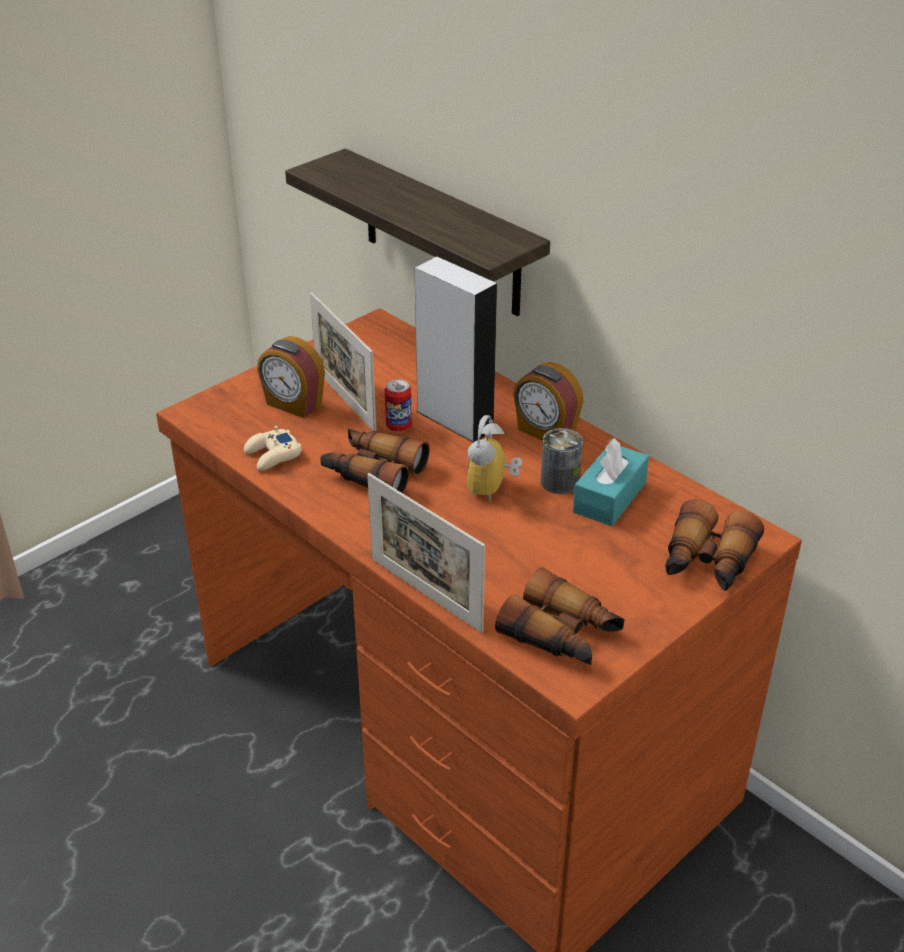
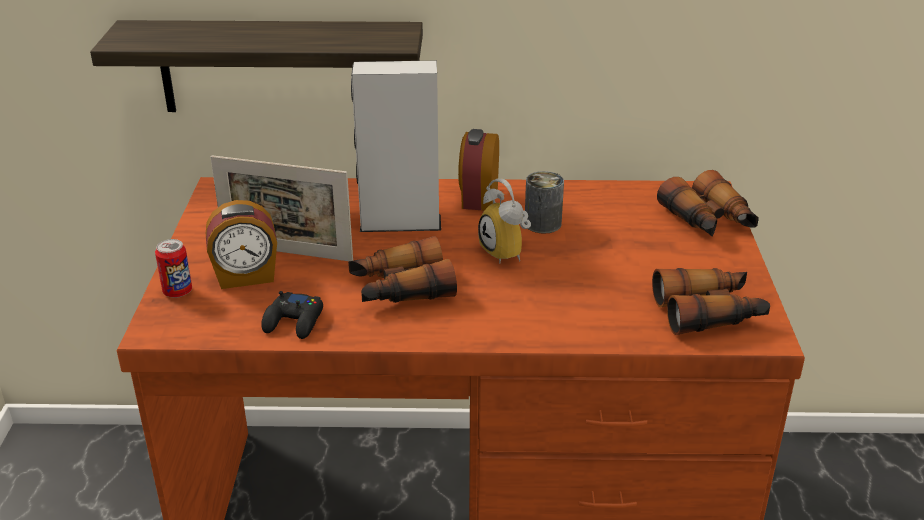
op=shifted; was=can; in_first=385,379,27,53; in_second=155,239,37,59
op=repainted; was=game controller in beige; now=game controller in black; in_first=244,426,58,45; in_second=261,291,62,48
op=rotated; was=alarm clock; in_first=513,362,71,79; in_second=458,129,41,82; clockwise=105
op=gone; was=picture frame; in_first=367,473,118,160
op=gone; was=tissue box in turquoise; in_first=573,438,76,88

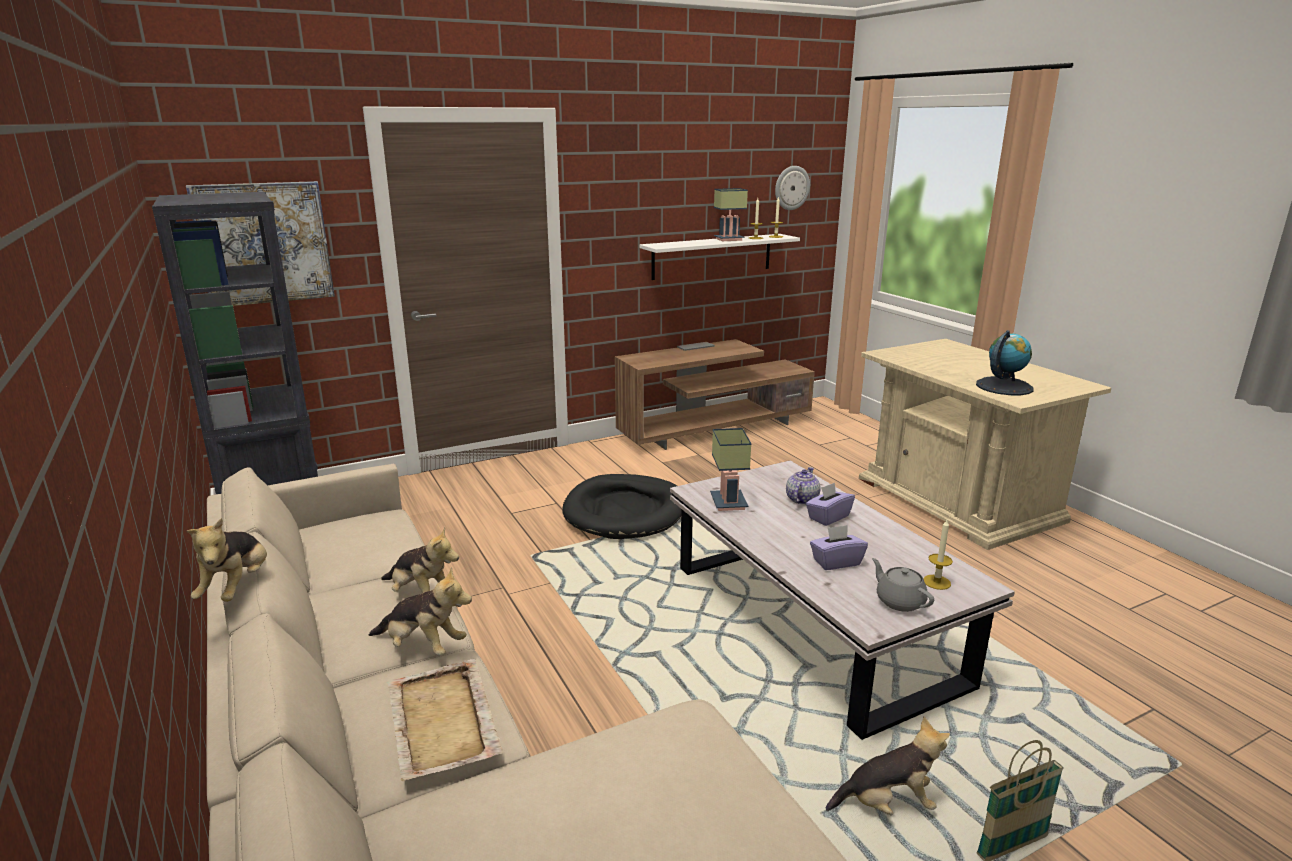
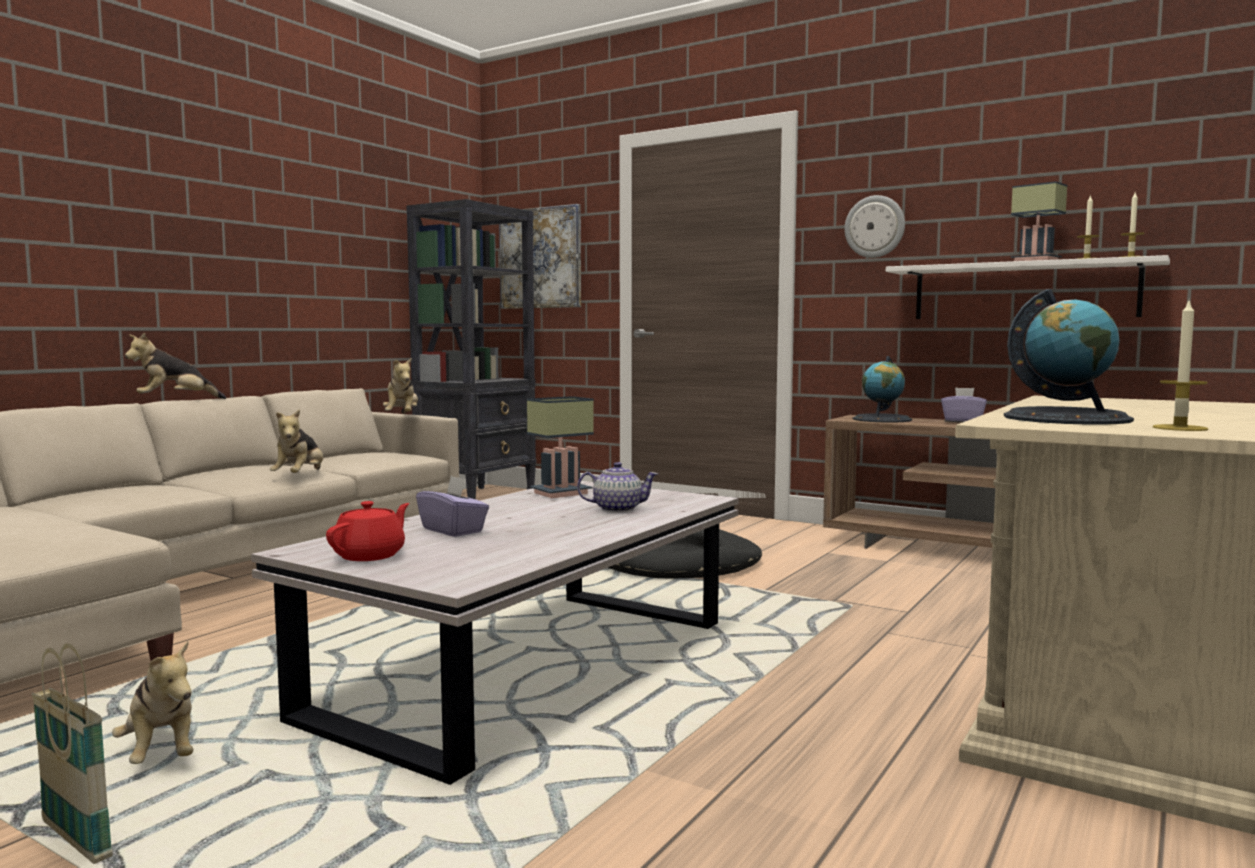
op=repainted; was=teapot in grey; now=teapot in red; in_first=872,558,62,54; in_second=326,501,84,60
op=shifted; was=plush toy; in_first=369,567,103,88; in_second=383,358,35,56
op=shifted; was=wall clock; in_first=775,166,35,44; in_second=844,195,61,63
op=new; now=globe; in_second=853,356,59,66
op=shifted; was=tissue box in purple; in_first=806,482,49,44; in_second=941,387,46,34
op=shifted; was=candle; in_first=923,520,30,70; in_second=1153,298,55,133
op=gone; was=tray in beige; in_first=386,659,117,122

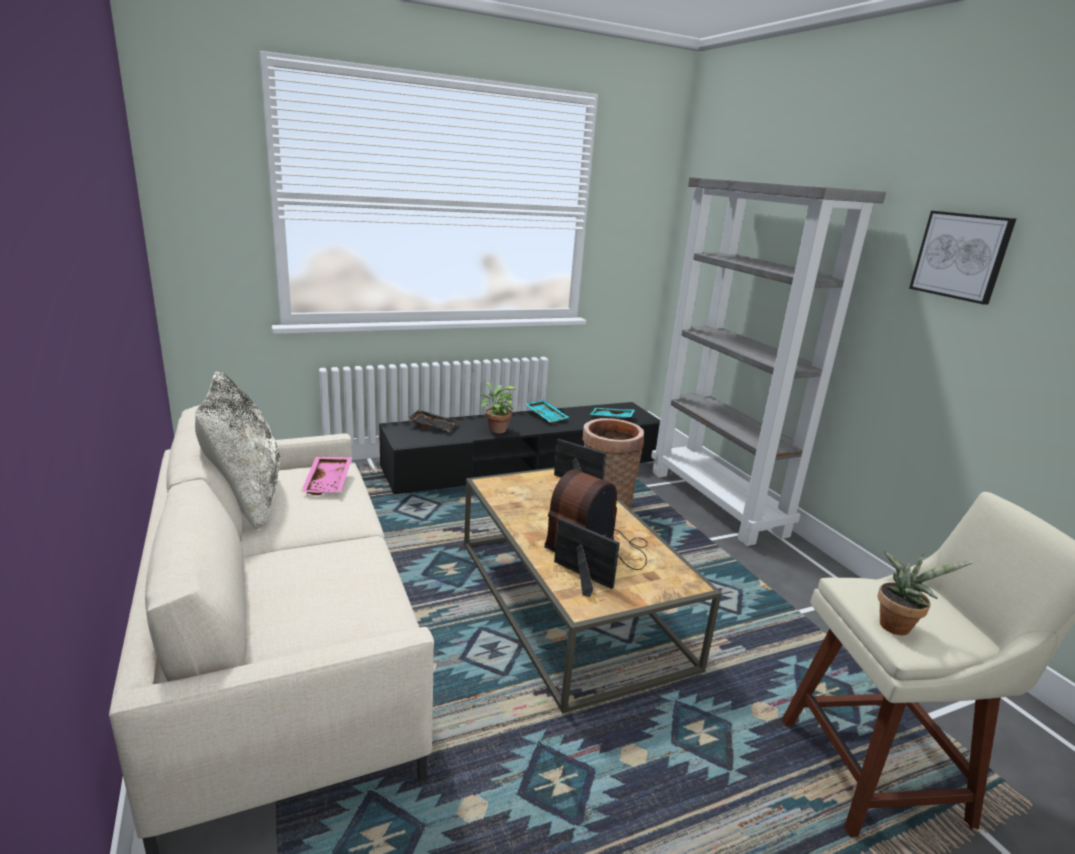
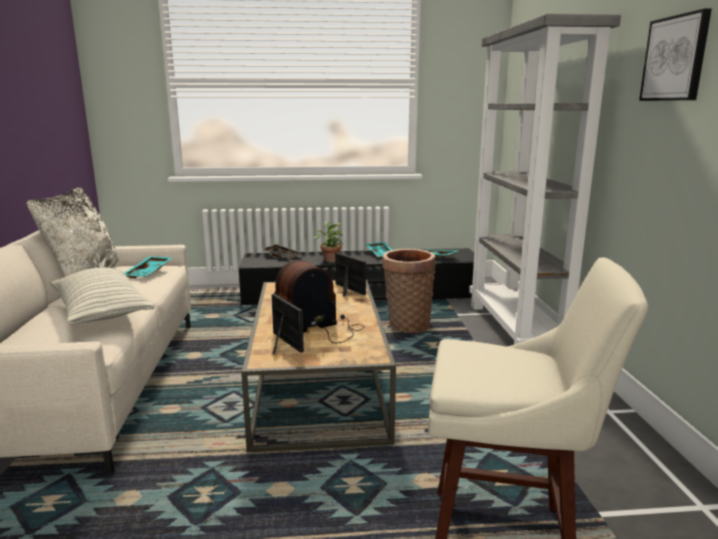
op=new; now=pillow; in_second=50,267,105,57
op=repainted; was=tray in pink; now=tray in turquoise; in_first=301,457,51,38; in_second=125,256,48,23
op=gone; was=potted plant; in_first=878,551,96,84

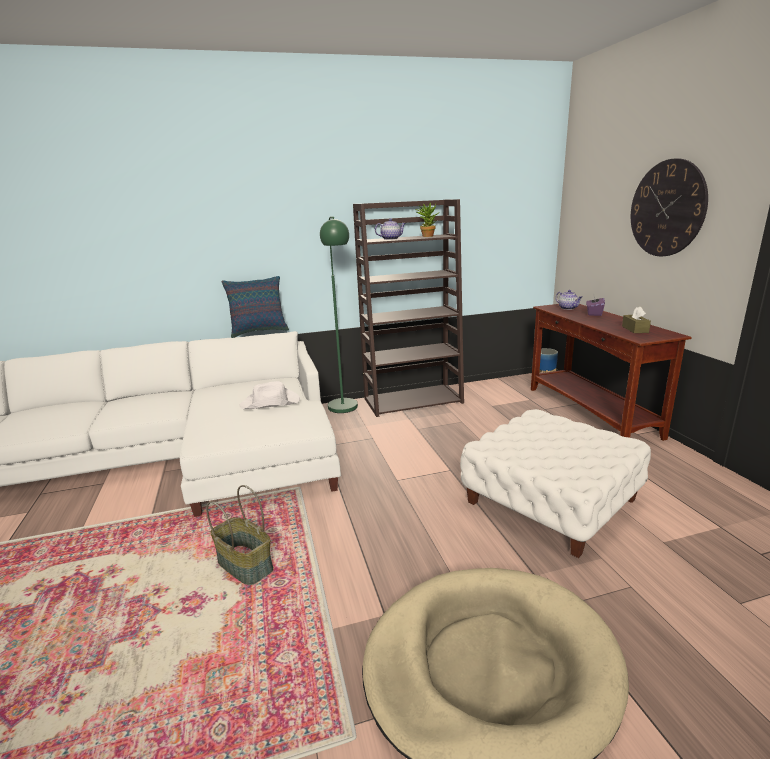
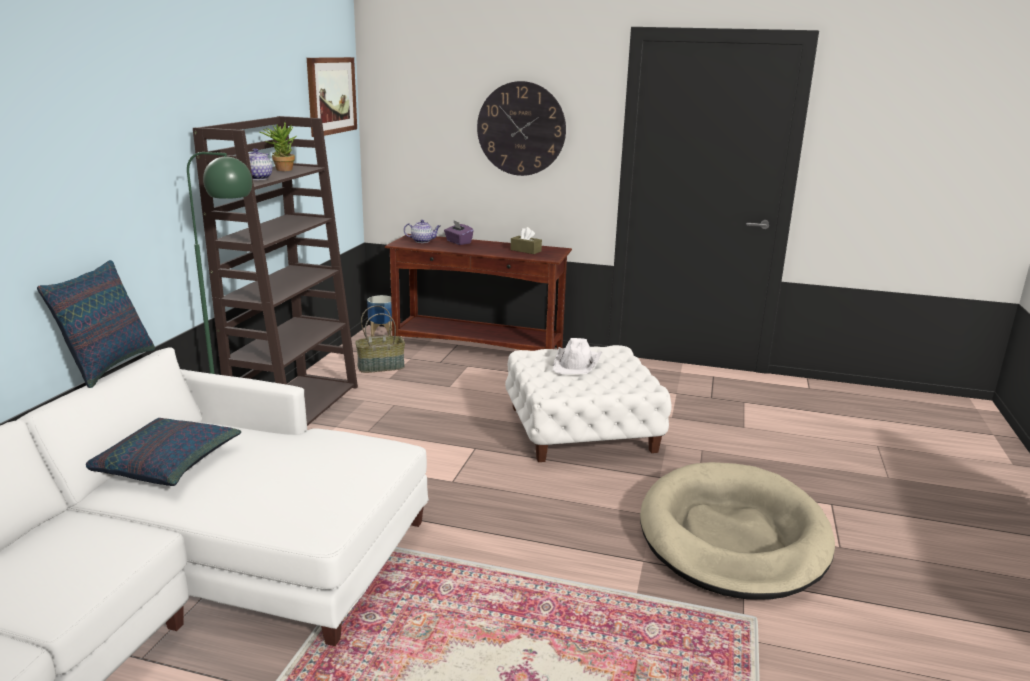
op=new; now=pillow in blue; in_second=86,418,155,68
op=new; now=picture; in_second=307,57,50,80
op=shifted; was=basket; in_first=206,485,67,100; in_second=355,305,50,68
op=shifted; was=hat in white; in_first=239,381,61,28; in_second=553,338,49,36

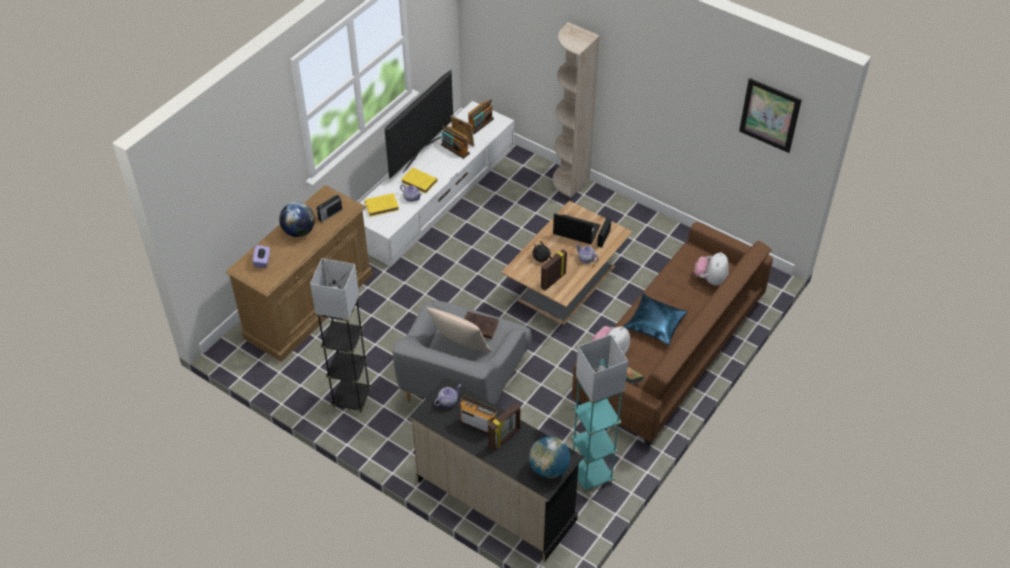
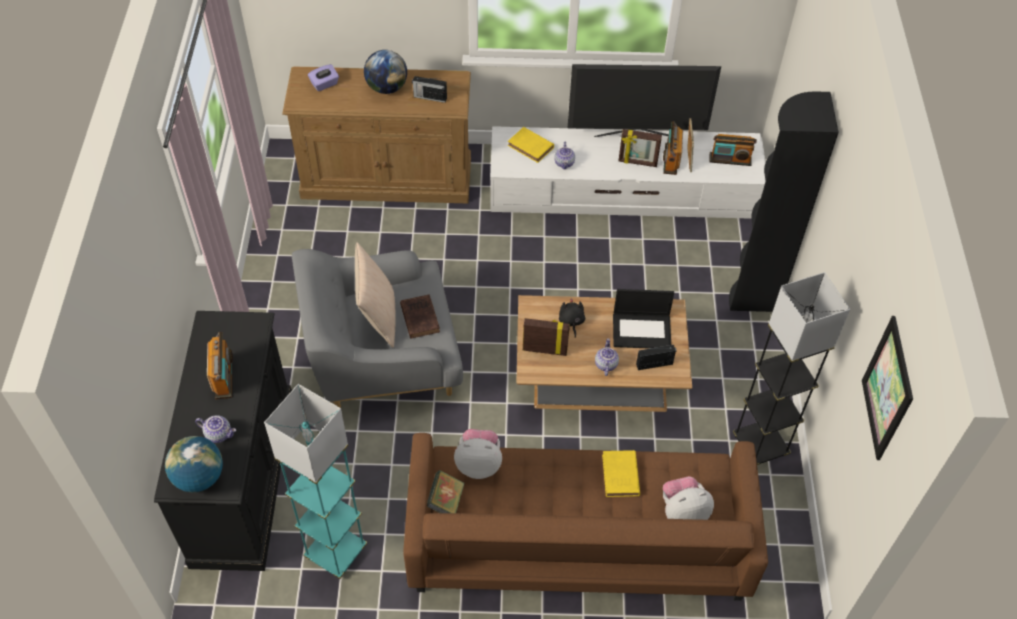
op=shifted; was=teapot; in_first=434,385,27,22; in_second=195,415,41,28
op=shifted; was=book in yellow; in_first=401,168,37,26; in_second=602,450,38,47
op=rotated; was=laptop; in_first=553,213,47,31; in_second=613,289,61,60; clockwise=105
op=shifted; was=picture frame; in_first=488,403,32,48; in_second=618,129,44,38
op=repainted; was=bookcase in beige; now=bookcase in black; in_first=553,22,47,176; in_second=729,92,110,220
op=shifted; was=floor lamp in grey; in_first=310,258,61,155; in_second=733,272,117,193
op=gone; was=pillow in blue; in_first=623,293,65,52

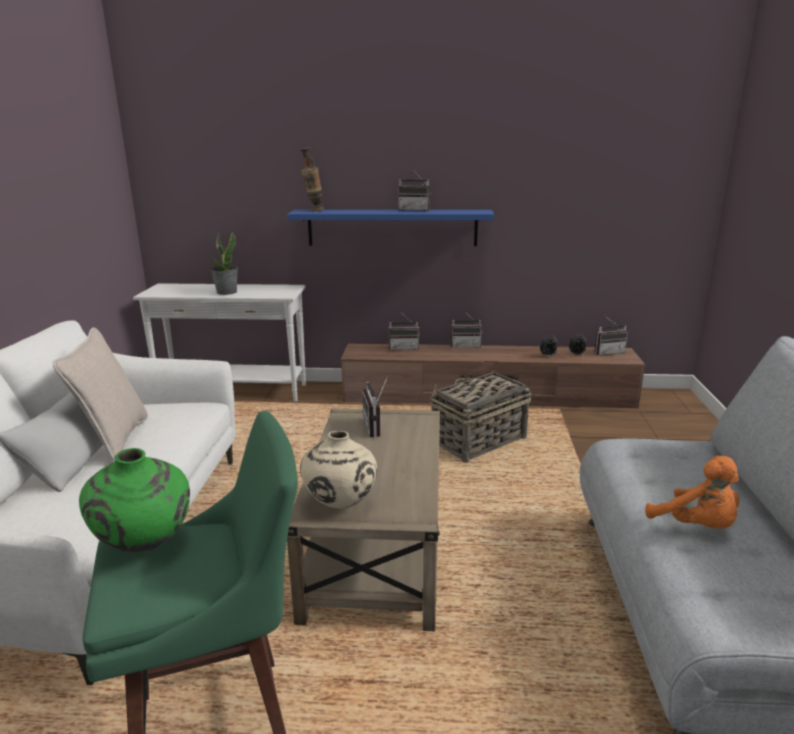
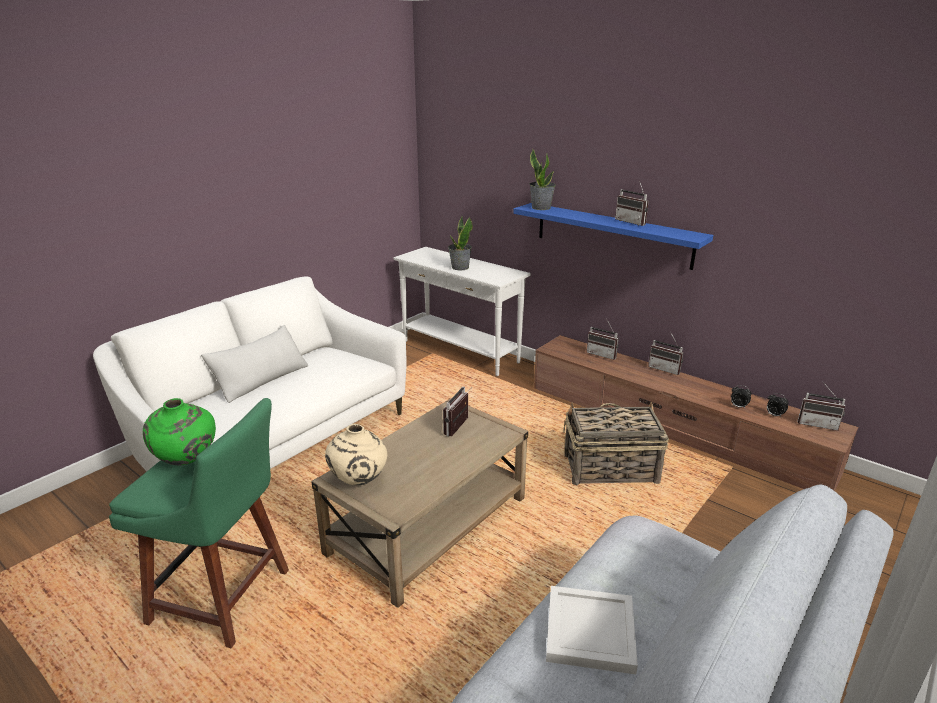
op=swapped; was=vase; now=potted plant; in_first=299,147,25,64; in_second=529,149,27,61
op=swapped; was=plush toy in orange; now=tray in white; in_first=645,456,94,72; in_second=546,586,92,88
op=gone; was=pillow in beige; in_first=53,327,95,135

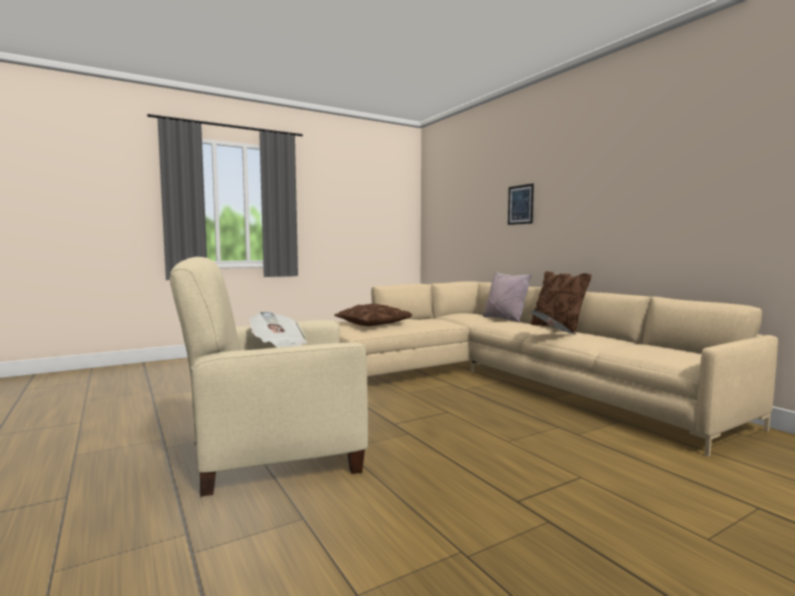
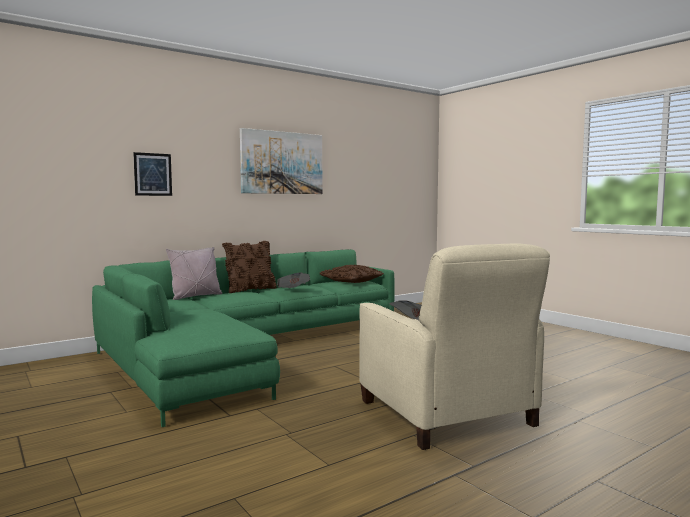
op=repainted; was=sofa in beige; now=sofa in green; in_first=337,281,441,176; in_second=92,249,303,178
op=new; now=picture; in_second=240,128,82,66
op=shifted; was=pillow in brown; in_first=334,304,78,22; in_second=320,264,64,19

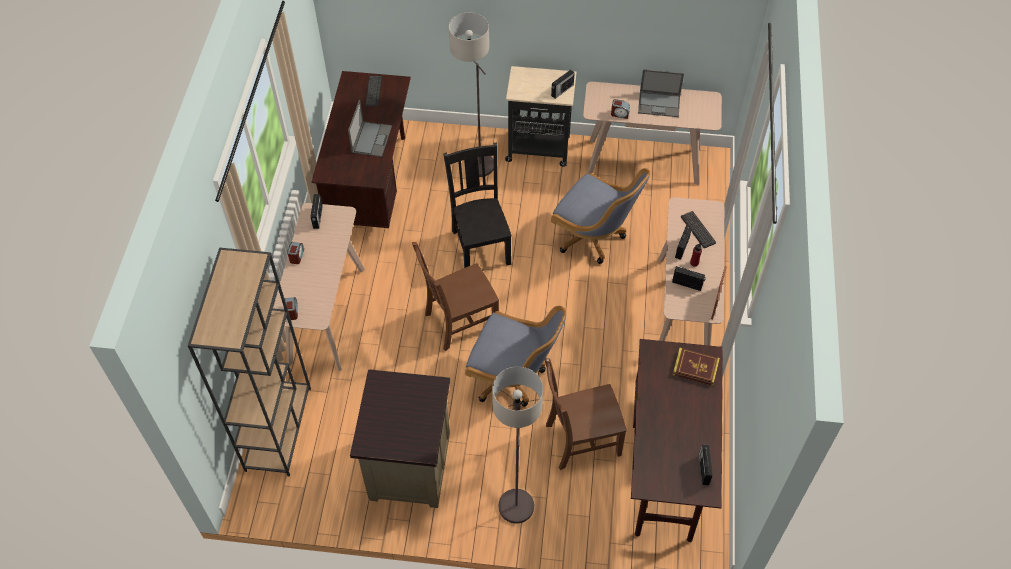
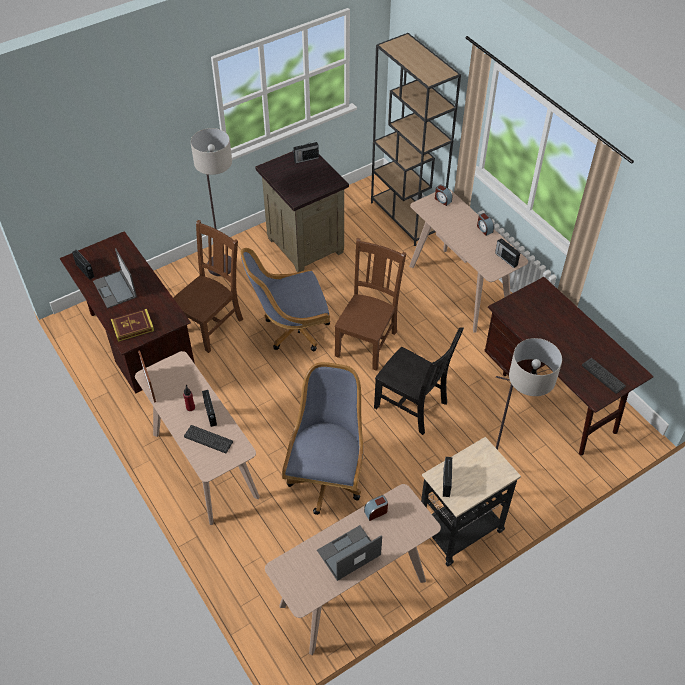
op=shifted; was=laptop; in_first=348,100,44,57; in_second=93,248,44,61
op=rotated; was=office chair in blue; in_first=551,168,99,96; in_second=282,362,81,153; clockwise=105
op=shifted; was=radio; in_first=672,266,34,25; in_second=293,142,26,21

